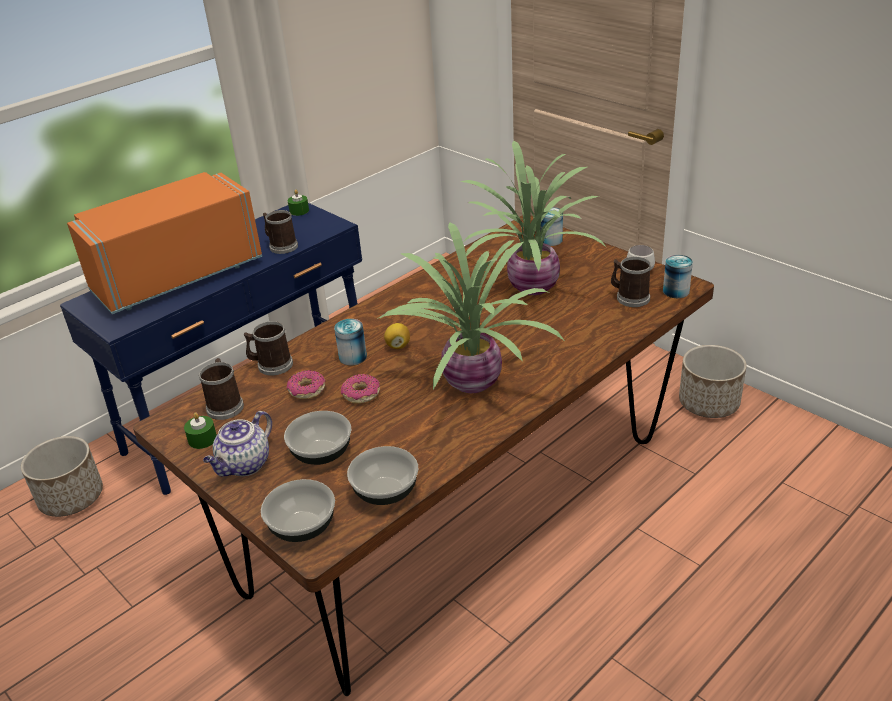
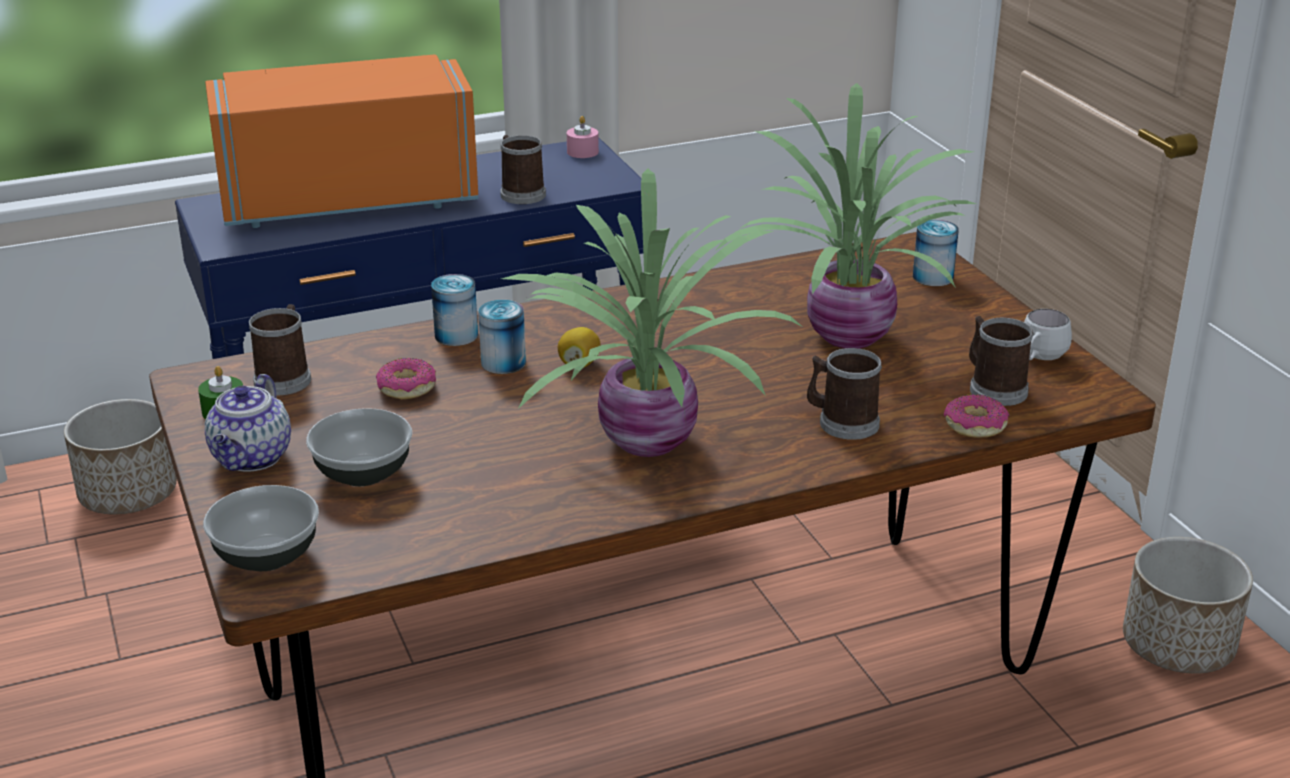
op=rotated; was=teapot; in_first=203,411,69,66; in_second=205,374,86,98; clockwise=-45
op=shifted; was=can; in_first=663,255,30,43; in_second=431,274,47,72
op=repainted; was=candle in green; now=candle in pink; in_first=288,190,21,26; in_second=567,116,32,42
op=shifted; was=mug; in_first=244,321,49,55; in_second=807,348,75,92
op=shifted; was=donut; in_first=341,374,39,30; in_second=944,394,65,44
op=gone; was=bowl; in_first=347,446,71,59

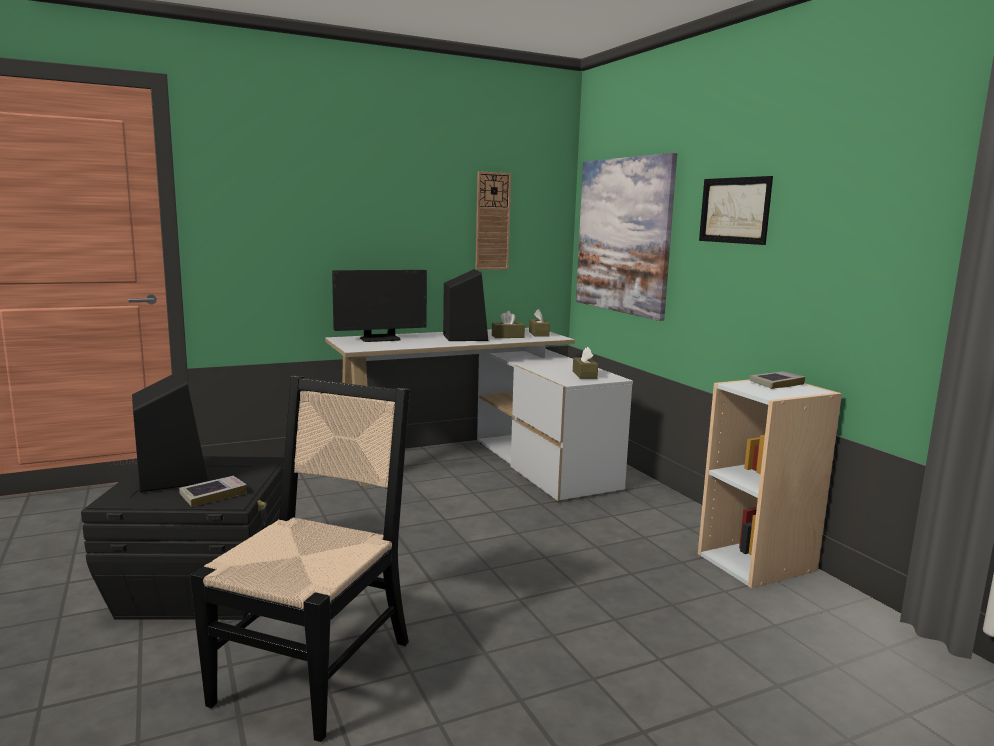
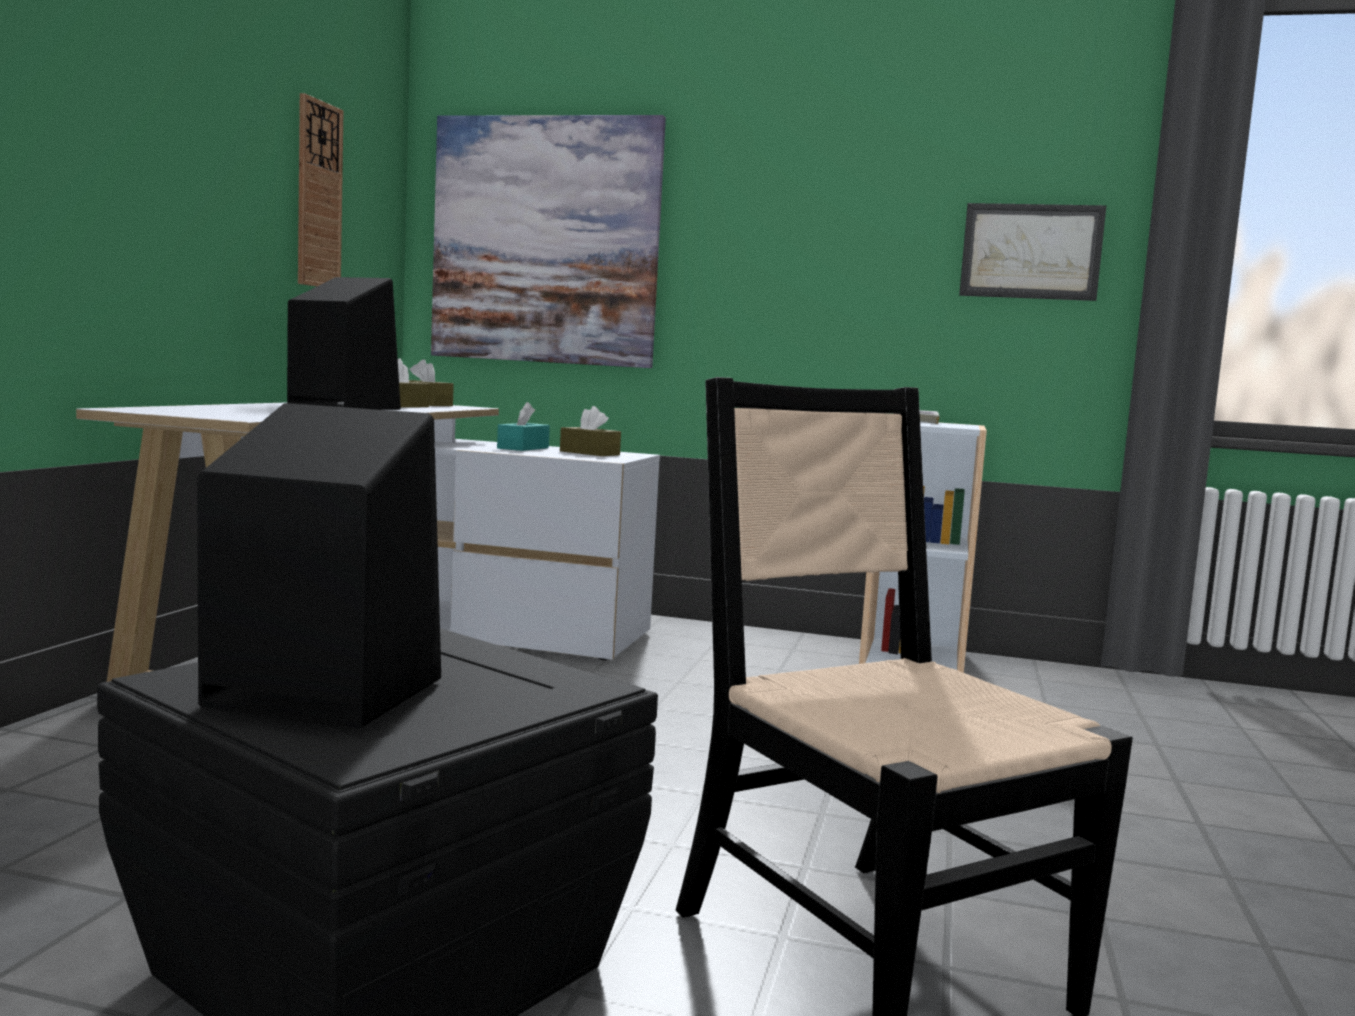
op=new; now=tissue box in turquoise; in_second=497,402,53,49
op=shifted; was=picture; in_first=699,176,74,69; in_second=959,203,147,98
op=gone; was=book; in_first=179,476,68,31
op=gone; was=monitor; in_first=332,270,95,72

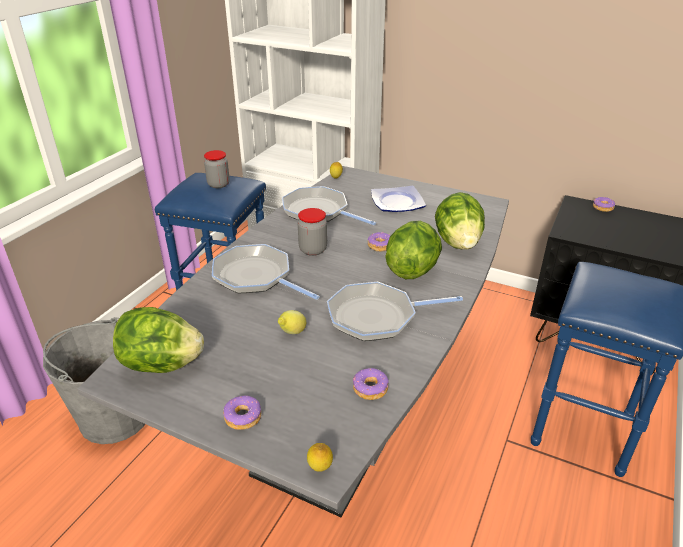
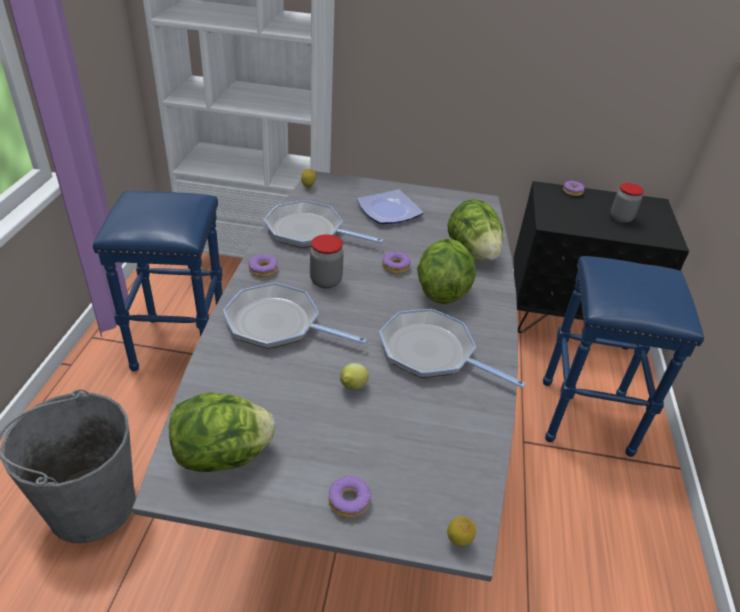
op=shifted; was=donut; in_first=353,368,36,32; in_second=248,254,30,23
op=rotated; was=frying pan; in_first=327,282,136,59; in_second=379,309,147,79; clockwise=60
op=shifted; was=jar; in_first=204,150,26,38; in_second=610,183,34,40

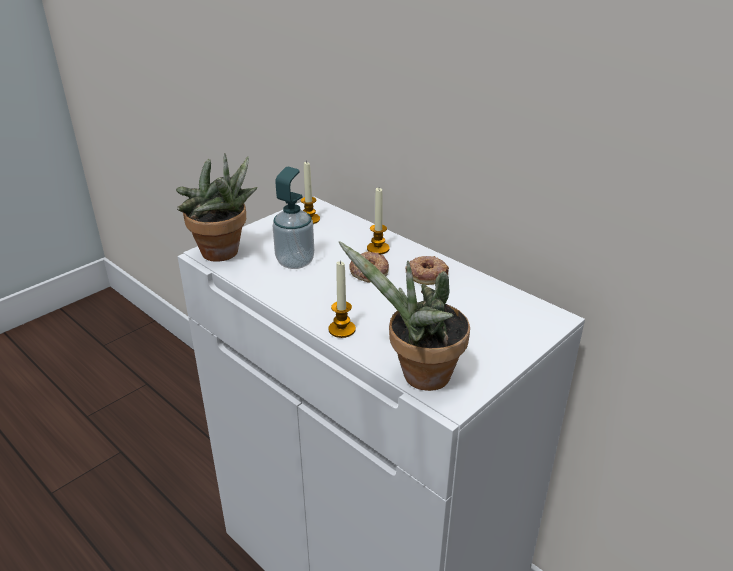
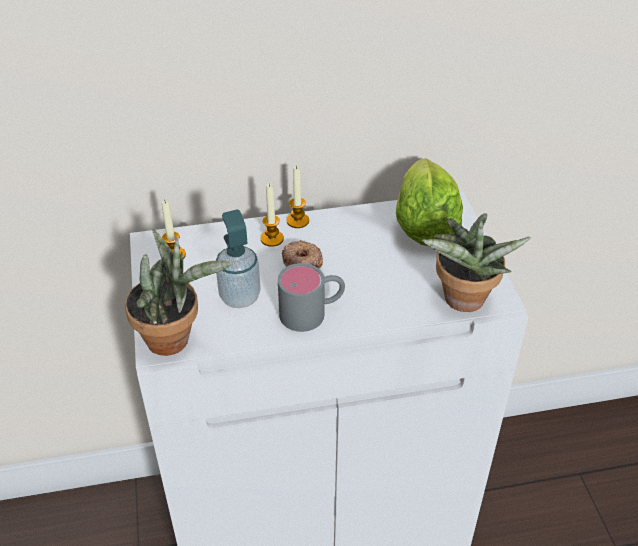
op=new; now=mug in grey; in_second=278,263,67,69
op=shifted; was=candle; in_first=328,260,28,78; in_second=287,166,22,62
op=new; now=lettuce; in_second=396,158,67,88
op=gone; was=donut; in_first=405,256,44,29

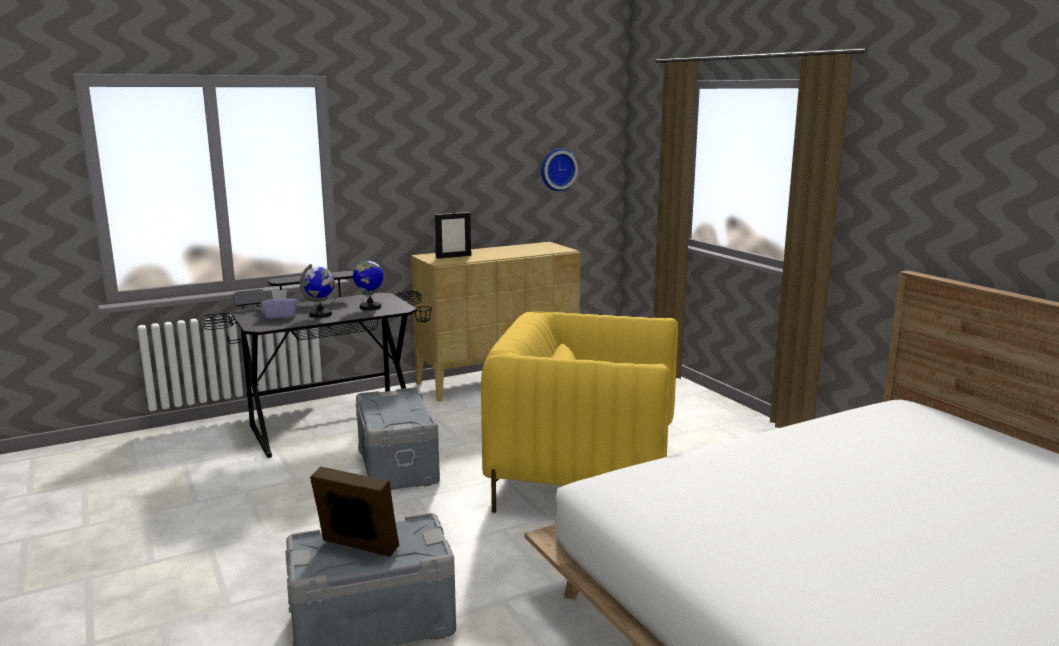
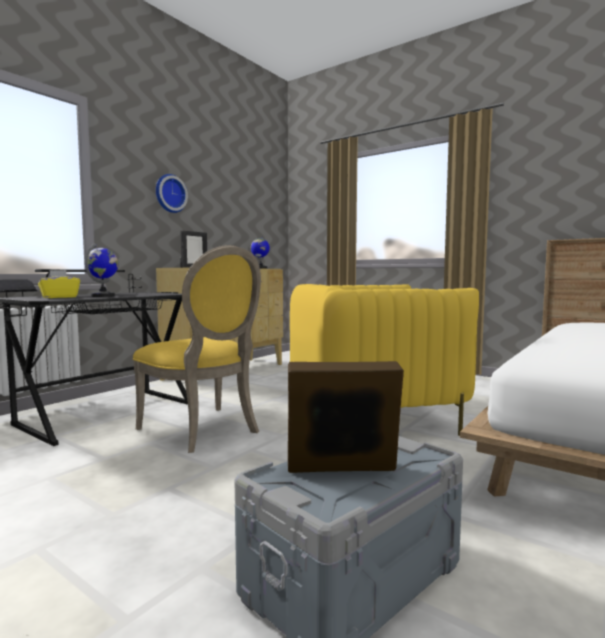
op=repainted; was=tissue box in purple; now=tissue box in yellow; in_first=261,289,37,30; in_second=38,270,42,28
op=swapped; was=storage box in grey; now=chair in yellow; in_first=356,387,84,103; in_second=133,245,128,208
op=shifted; was=wall clock; in_first=541,148,37,43; in_second=156,174,32,39
op=shifted; was=globe; in_first=353,256,32,54; in_second=251,236,19,33

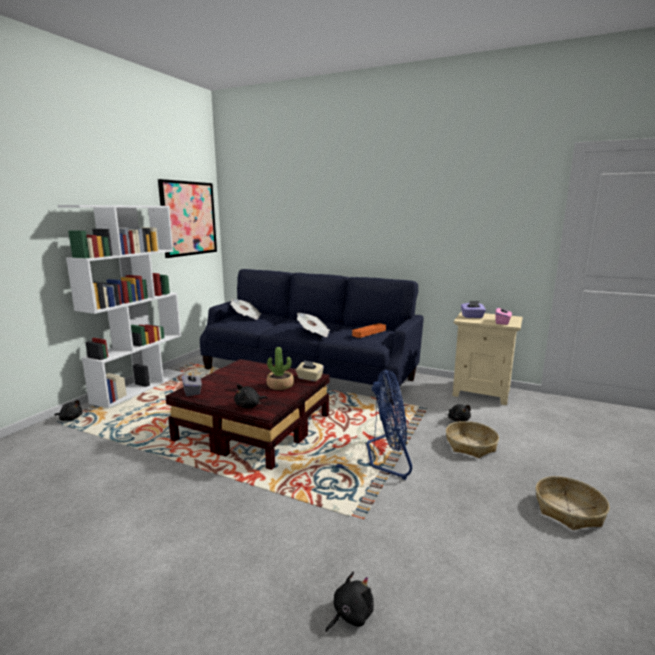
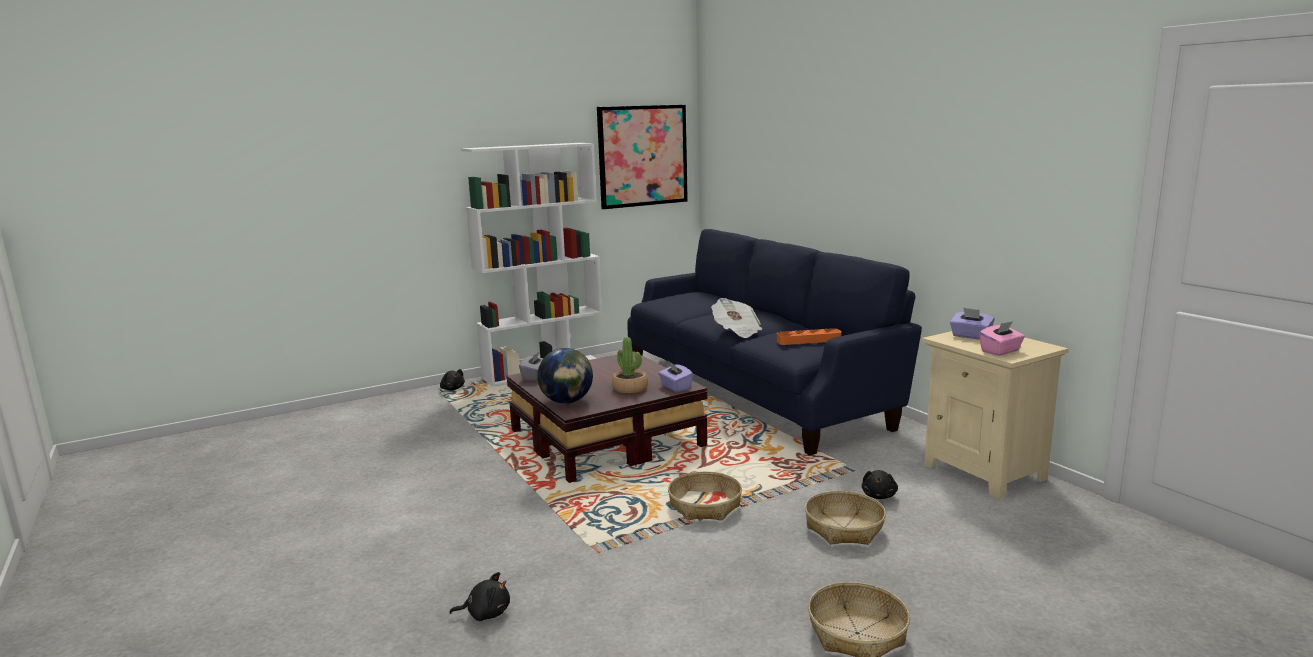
op=swapped; was=plush toy in black; now=globe; in_first=234,384,33,24; in_second=537,348,56,56
op=repainted; was=tissue box in beige; now=tissue box in purple; in_first=296,360,28,22; in_second=658,362,35,30
op=swapped; was=fan in blue; now=basket; in_first=335,369,77,111; in_second=668,471,74,50
op=gone; was=newspaper; in_first=230,299,31,20

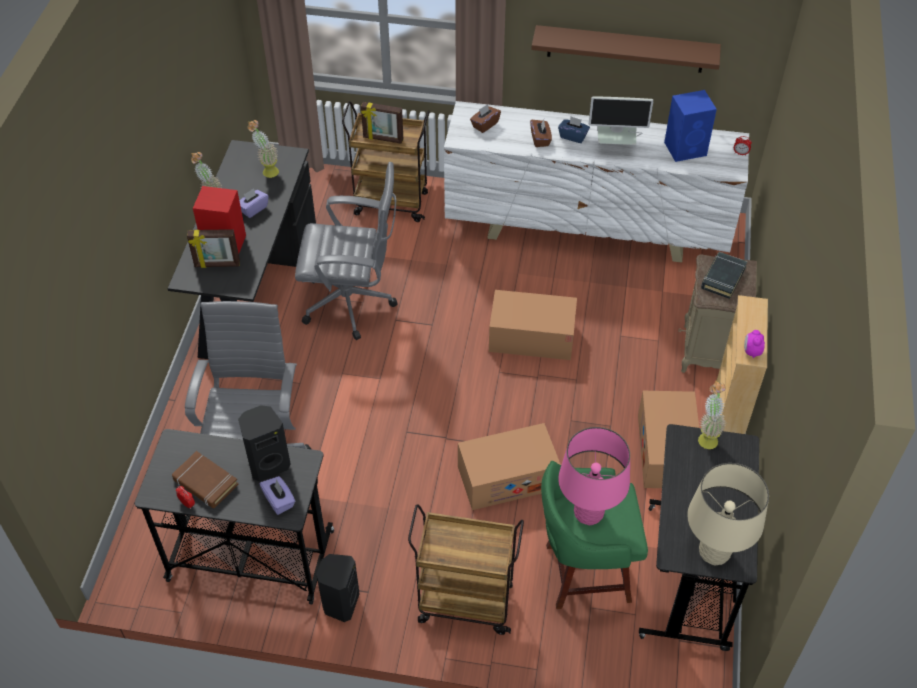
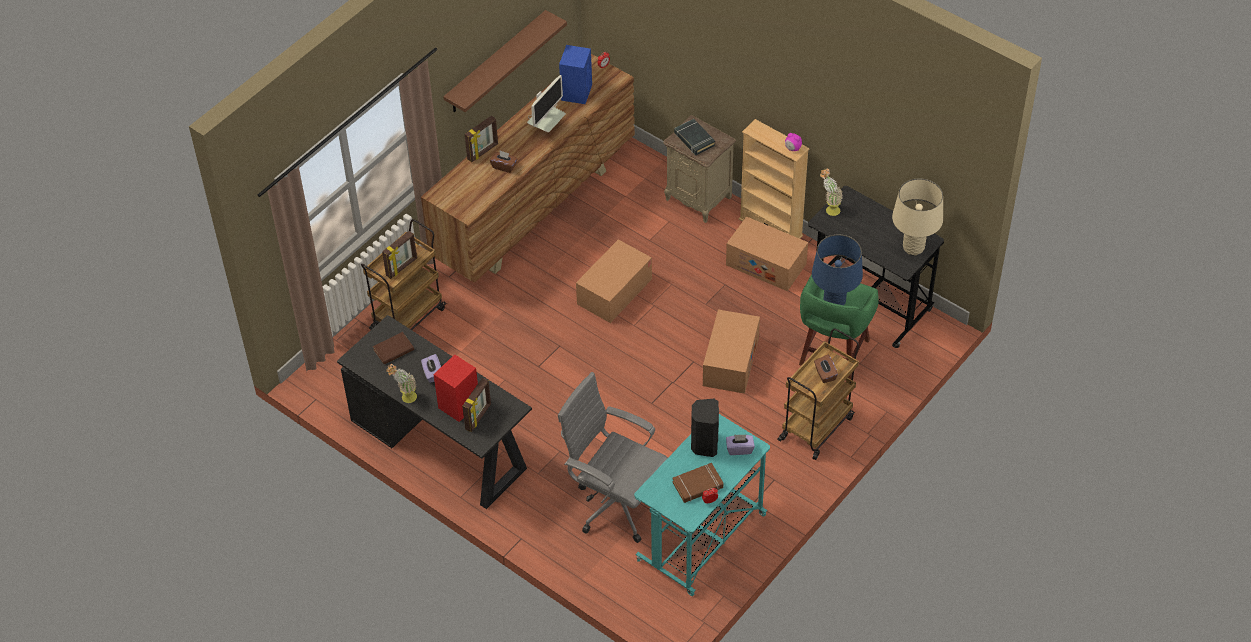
op=swapped; was=potted plant; now=book in brown; in_first=248,120,31,58; in_second=373,332,41,32
op=repainted; was=cabinet in white; now=cabinet in brown; in_first=444,101,305,162; in_second=421,54,214,229
op=new; now=picture frame; in_second=465,116,33,46
op=repainted; was=desk in black; now=desk in turquoise; in_first=134,429,200,176; in_second=634,414,136,182
op=repainted; was=table lamp in pink; now=table lamp in blue; in_first=558,427,72,98; in_second=812,235,51,70
op=shifted; was=tissue box in brown; in_first=470,104,31,29; in_second=814,355,24,28
op=gone; was=office chair in grey; in_first=295,162,103,178
op=gone; was=speaker in black; in_first=316,554,44,68
op=gone; was=tissue box in blue; in_first=558,116,32,27

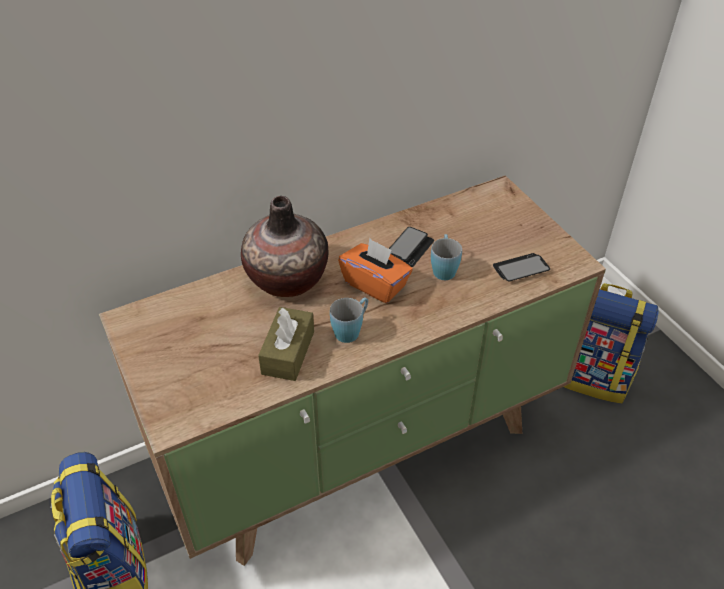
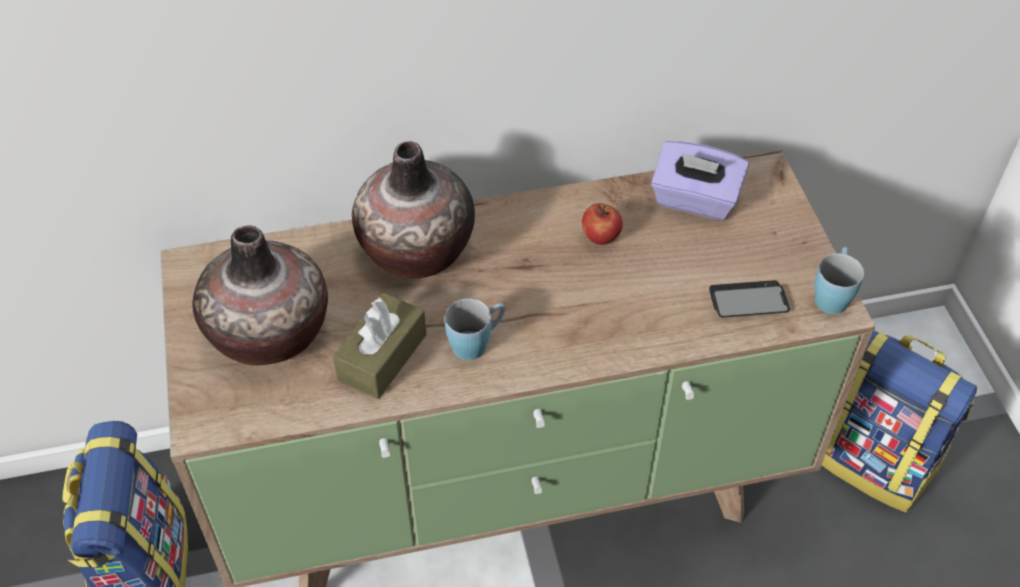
op=new; now=vase; in_second=193,225,135,141
op=swapped; was=phone; now=apple; in_first=389,227,45,40; in_second=582,203,41,42
op=new; now=tissue box in purple; in_second=651,141,98,79
op=shifted; was=mug in blue; in_first=431,234,31,46; in_second=815,247,49,67
op=gone; was=tissue box in orange; in_first=338,238,75,65

